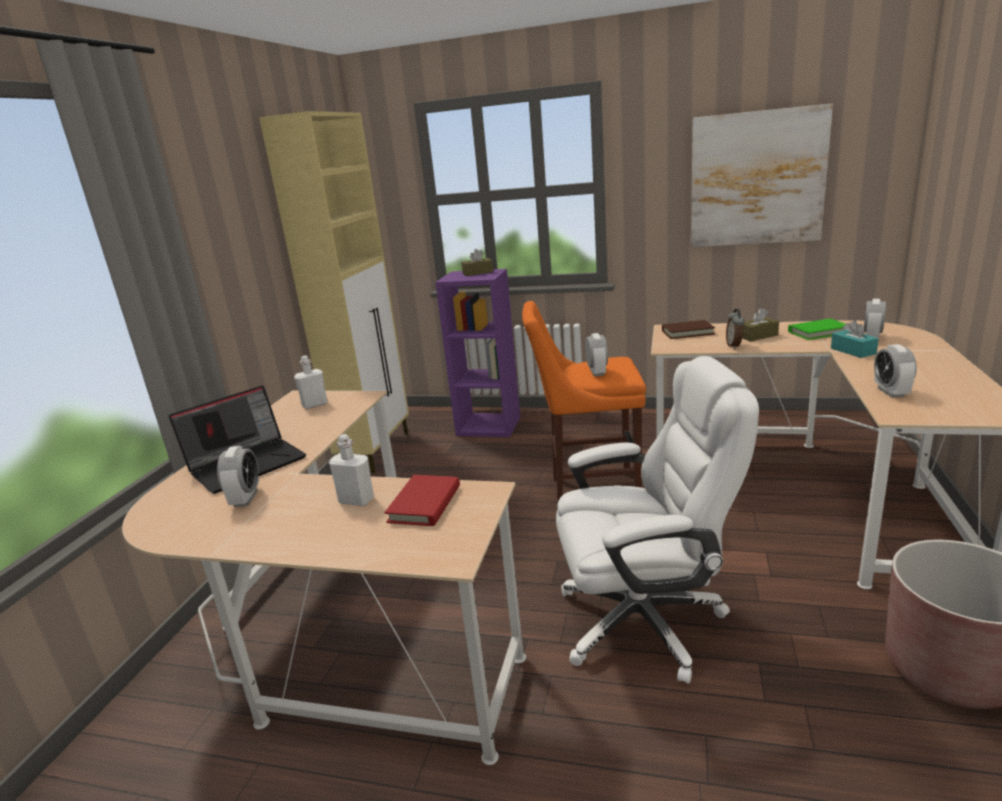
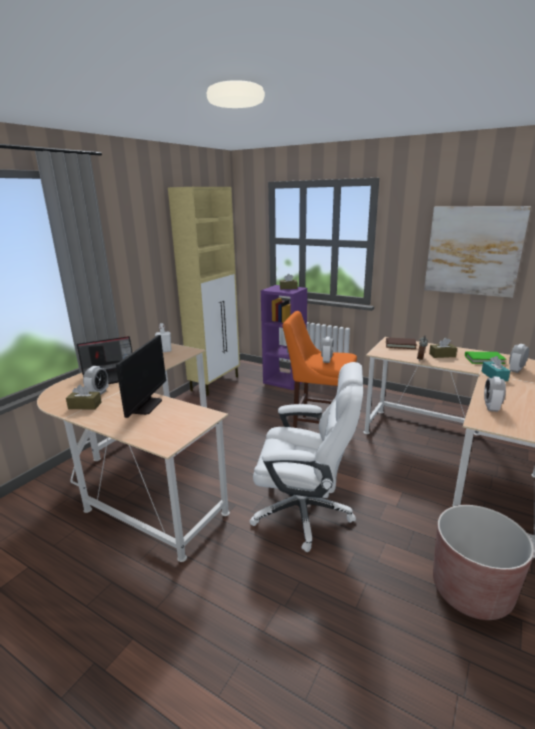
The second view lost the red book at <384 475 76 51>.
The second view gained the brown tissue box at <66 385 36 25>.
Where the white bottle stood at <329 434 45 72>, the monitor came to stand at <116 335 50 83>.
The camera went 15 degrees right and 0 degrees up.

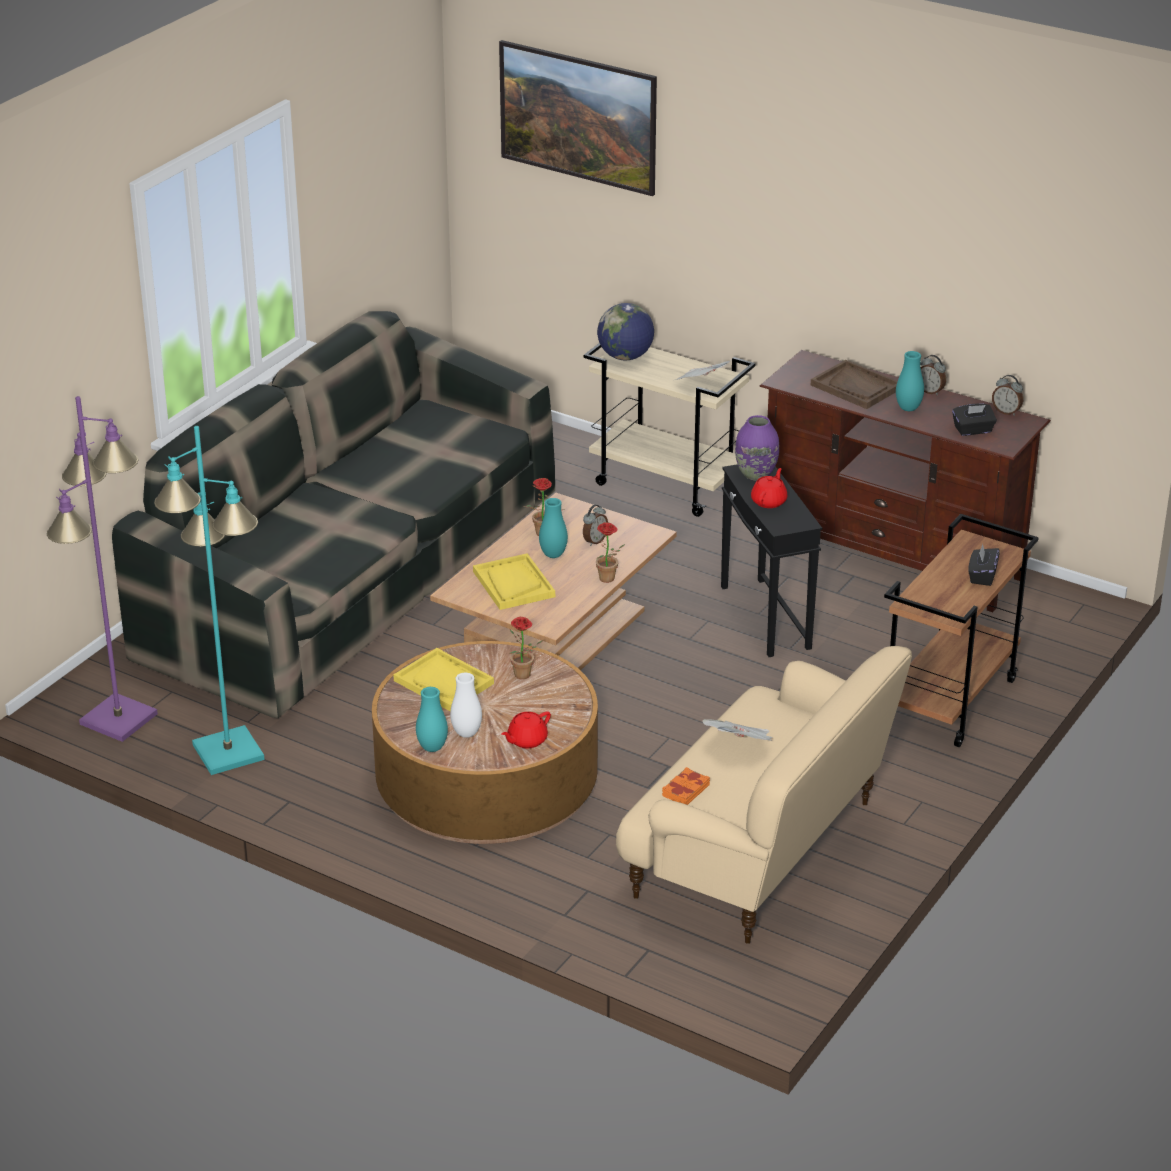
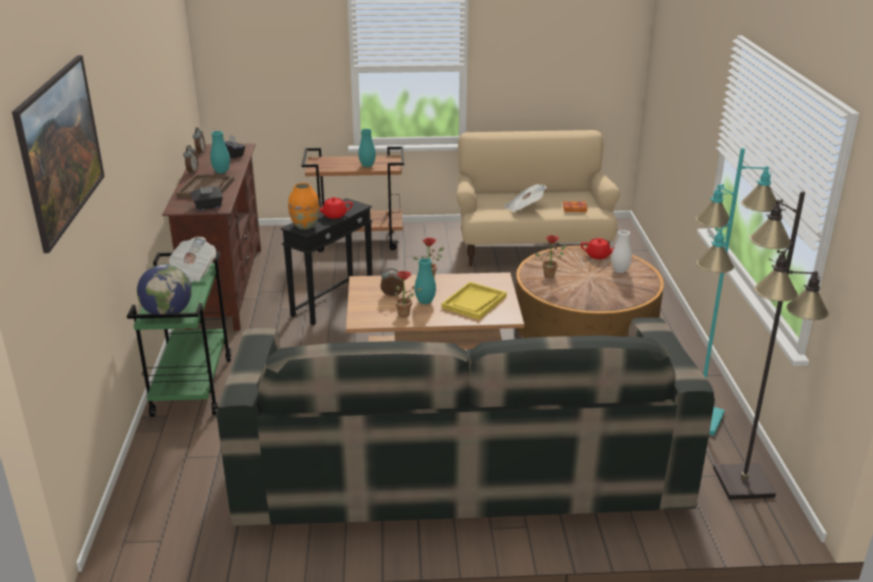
The second view lost the yellow tray at <393 648 101 63>.
The turquoise vase ended up elsewhere, having gone from <416 687 32 65> to <358 129 18 38>.
The black tissue box ended up elsewhere, having gone from <968 544 32 42> to <191 186 32 24>.
What was the purple floor lamp at <47 396 111 346> turned into the black floor lamp at <713 191 116 309>.
What was the beige cart at <584 343 172 174> turned into the green cart at <127 251 104 166>.
What was the purple vase at <735 415 44 65> turned into the orange vase at <288 183 32 47>.
The camera went 125 degrees left and 5 degrees down.

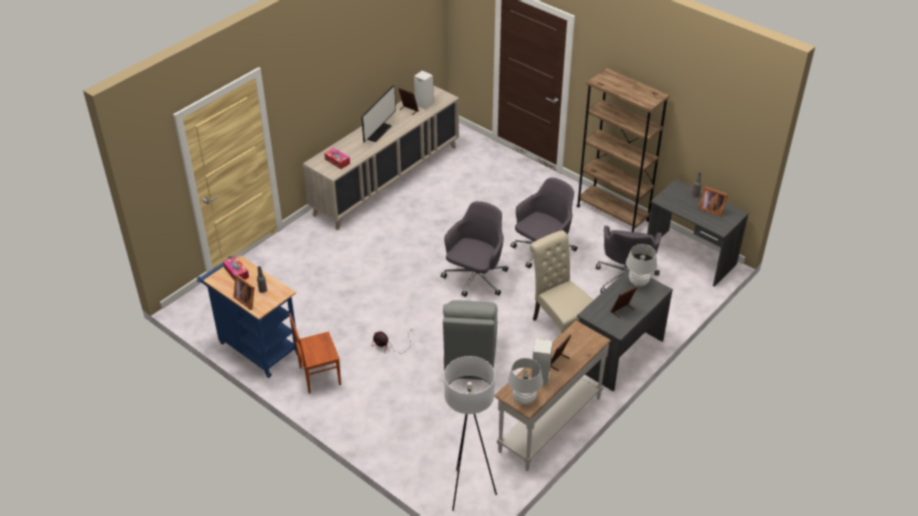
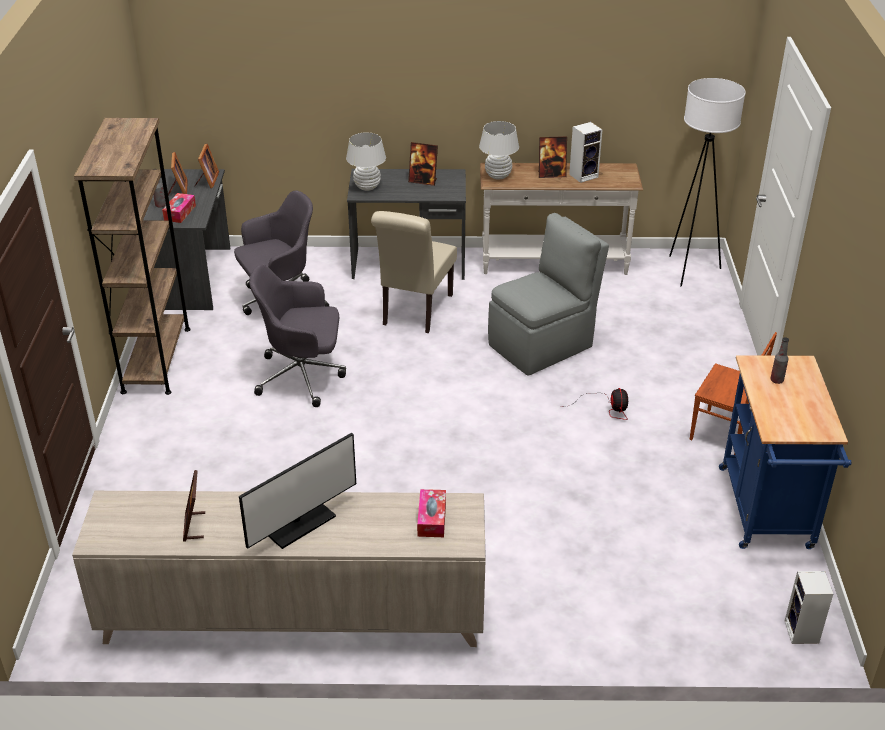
The second view lost the grey office chair at <441 201 67 96>.
The tissue box ended up elsewhere, having gone from <223 256 26 25> to <162 193 34 30>.
The picture frame ended up elsewhere, having gone from <233 274 22 36> to <194 144 25 44>.
The speaker ended up elsewhere, having gone from <414 70 20 40> to <785 571 48 73>.
The white table lamp ended up elsewhere, having gone from <508 358 35 47> to <479 121 40 59>.
The monitor at <361 85 35 58> ended up facing another way, 150 degrees clockwise from before.
The camera went 130 degrees left and 5 degrees down.

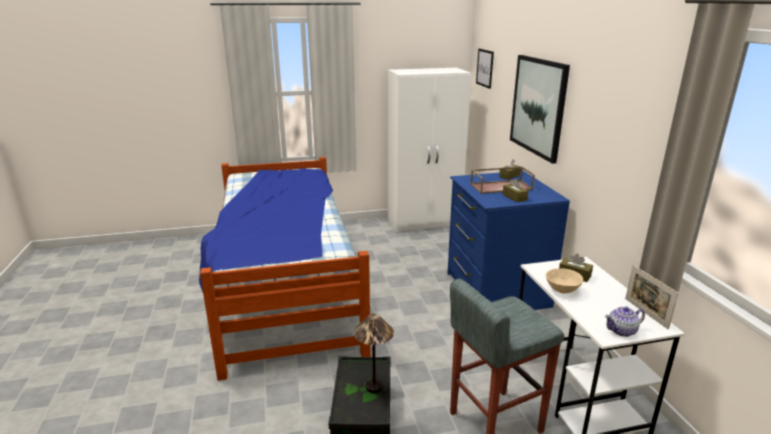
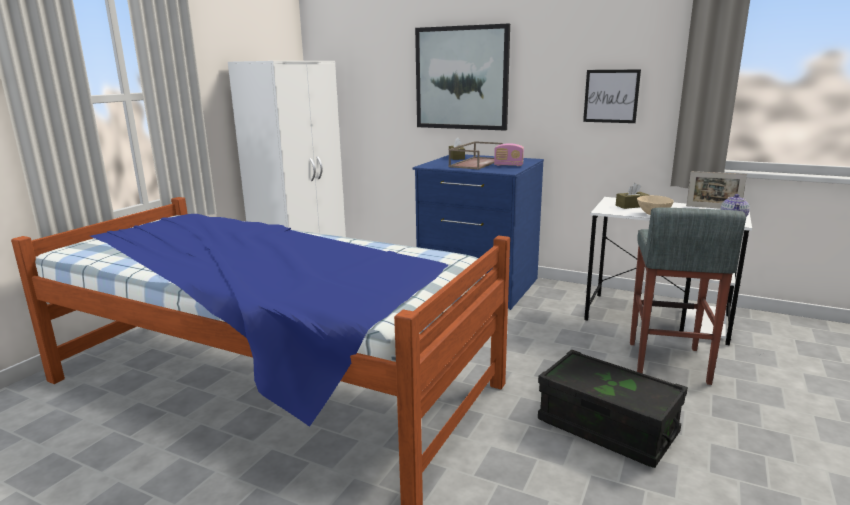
The second view lost the table lamp at <354 314 40 79>.
The picture ended up elsewhere, having gone from <476 49 18 40> to <583 69 58 54>.
Where the brown tissue box stood at <503 178 25 24>, the radio came to stand at <494 143 30 23>.
The camera went 50 degrees left and 5 degrees down.

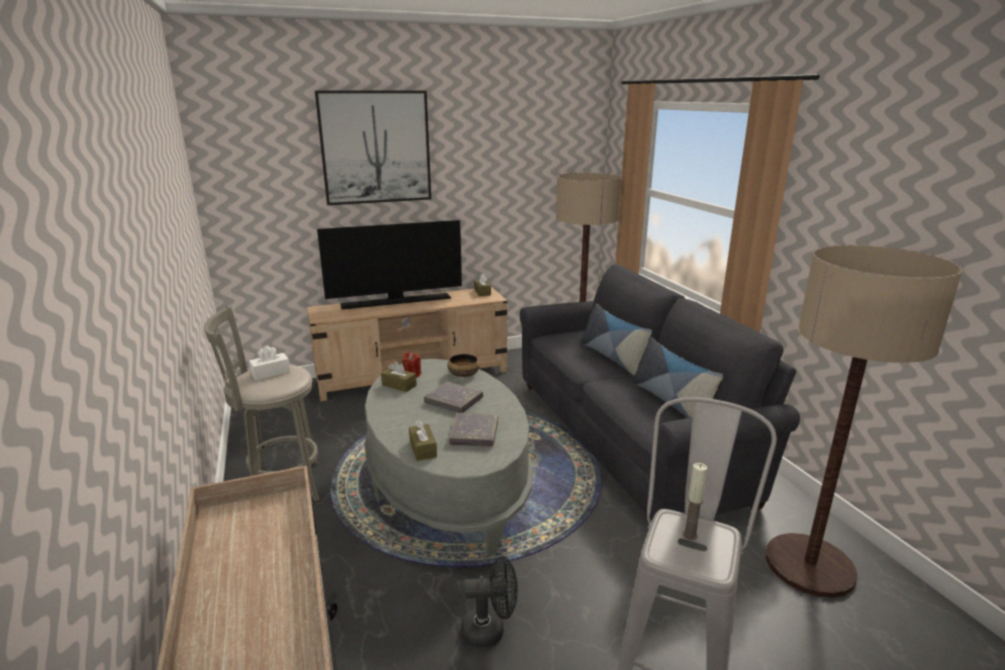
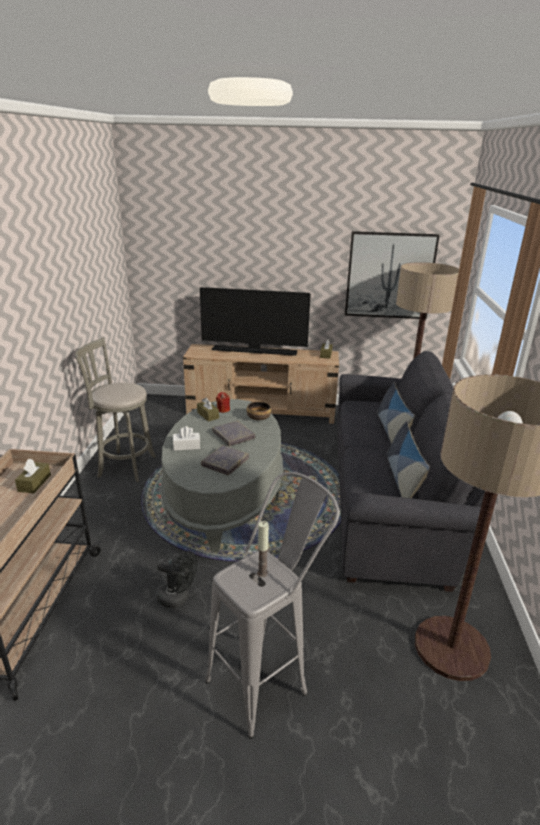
The white tissue box ended up elsewhere, having gone from <249 345 42 35> to <173 426 27 25>.
The picture ended up elsewhere, having gone from <315 90 116 115> to <345 231 95 88>.
The brown tissue box ended up elsewhere, having gone from <409 420 28 41> to <15 459 36 34>.
The camera went 25 degrees right and 5 degrees up.

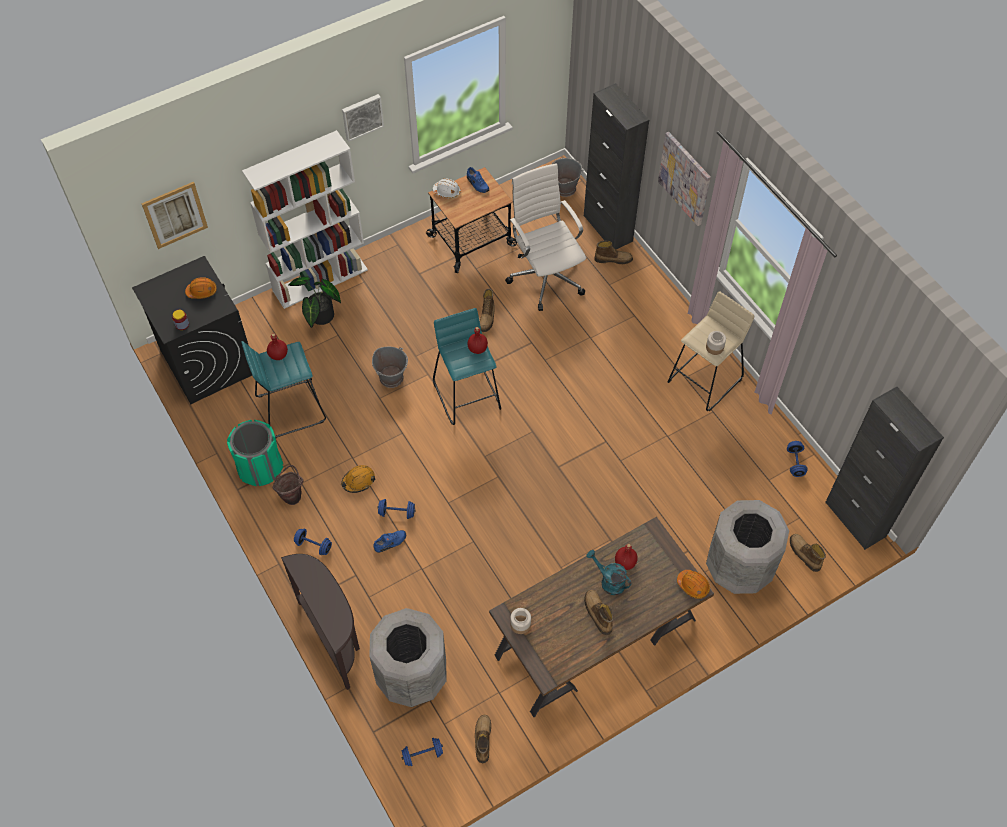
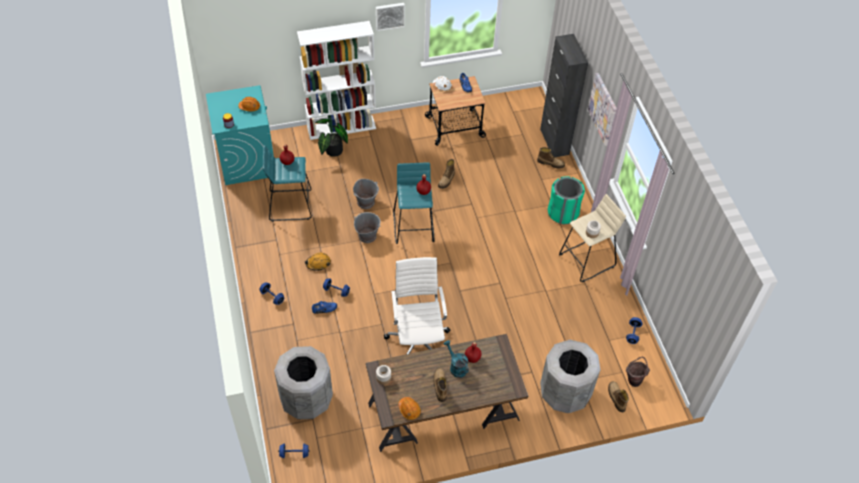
The second view lost the picture at <142 182 66 67>.
The second view lost the brown console table at <281 554 79 136>.
The second view lost the boot at <475 715 16 48>.
The second view lost the black cabinet at <825 387 119 163>.
The green trash can ended up elsewhere, having gone from <227 419 56 67> to <548 176 37 48>.
The brown bucket ended up elsewhere, having gone from <273 465 31 40> to <626 357 24 30>.
The white office chair ended up elsewhere, having gone from <505 163 81 148> to <384 257 67 97>.
The grey bucket ended up elsewhere, having gone from <552 158 32 39> to <354 212 27 31>.
The orange hard hat ended up elsewhere, having gone from <677 570 33 29> to <398 397 23 23>.
What was the black washing machine at <132 256 120 148> turned into the turquoise washing machine at <206 85 68 100>.
The camera went 15 degrees right and 5 degrees down.

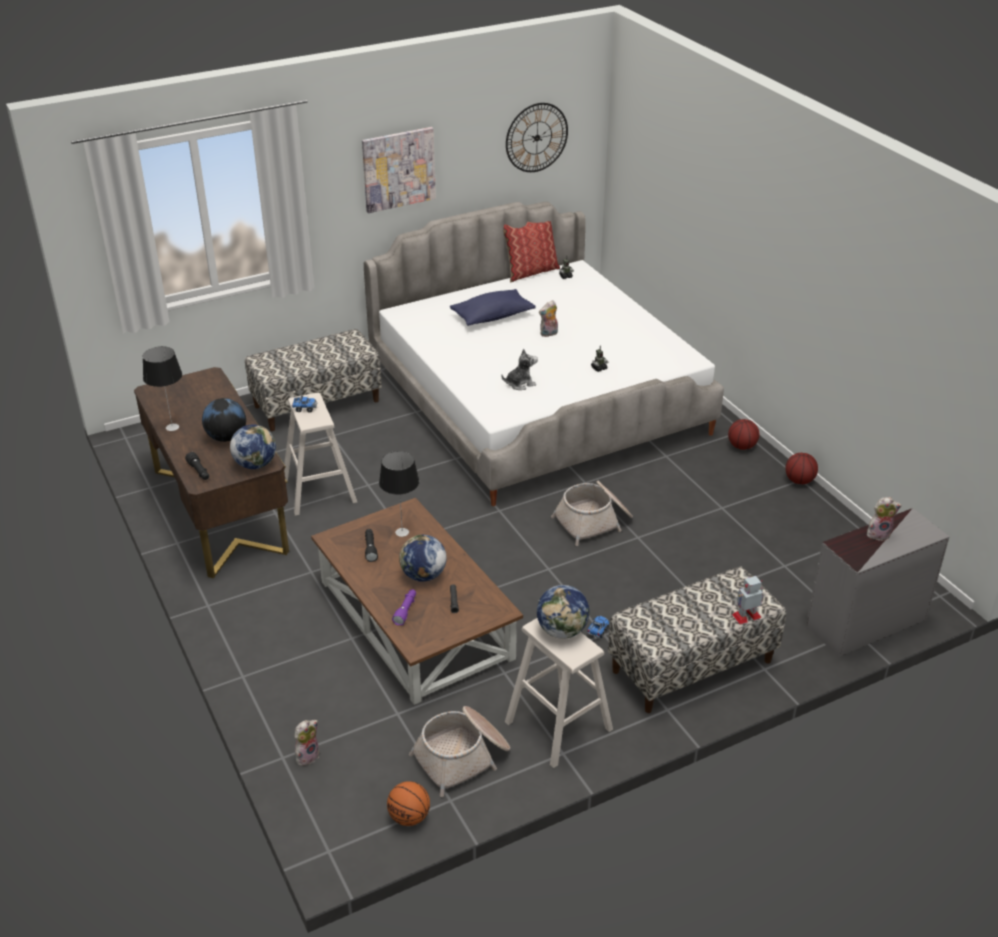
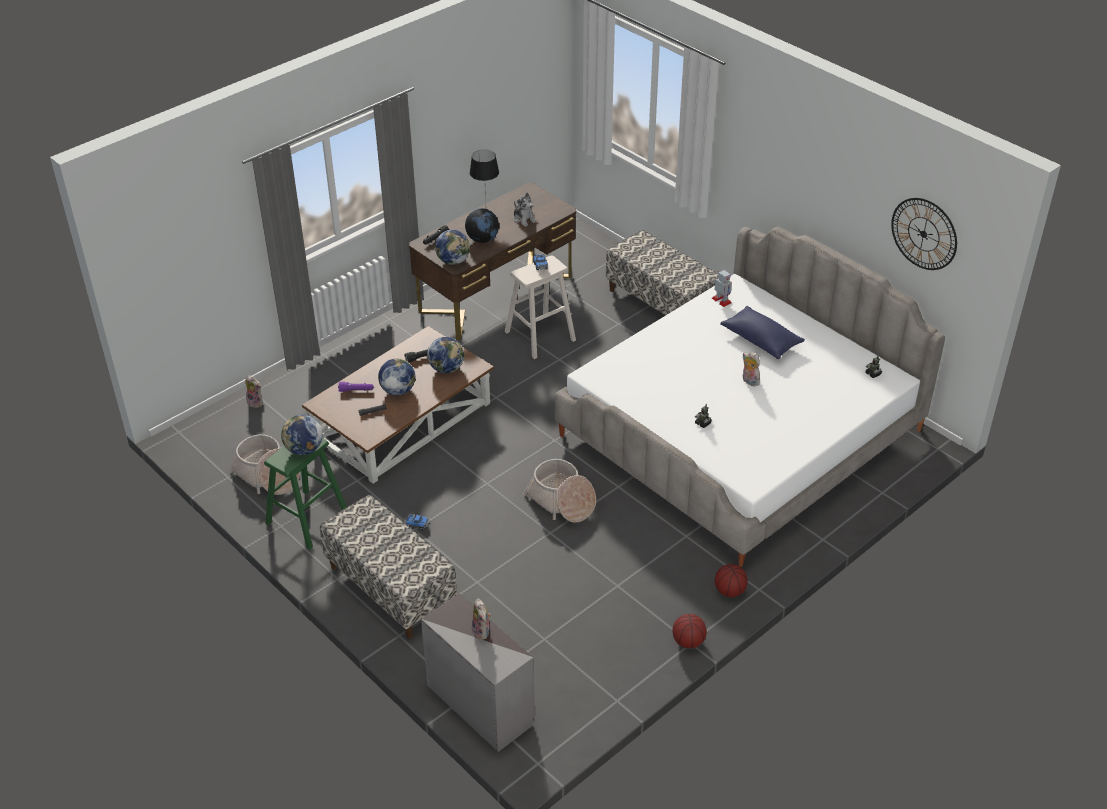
The second view lost the picture at <362 127 74 86>.
The second view lost the basketball at <387 781 43 45>.
The second view lost the pillow at <503 221 57 62>.
The plush toy ended up elsewhere, having gone from <501 349 37 41> to <514 192 23 35>.
The toy robot ended up elsewhere, having gone from <732 576 31 48> to <712 270 20 37>.
Where the table lamp stood at <379 451 40 86>, the globe came to stand at <427 337 37 36>.
What was the beige stool at <505 618 108 150> turned into the green stool at <264 438 83 112>.
The camera went 75 degrees right and 5 degrees up.

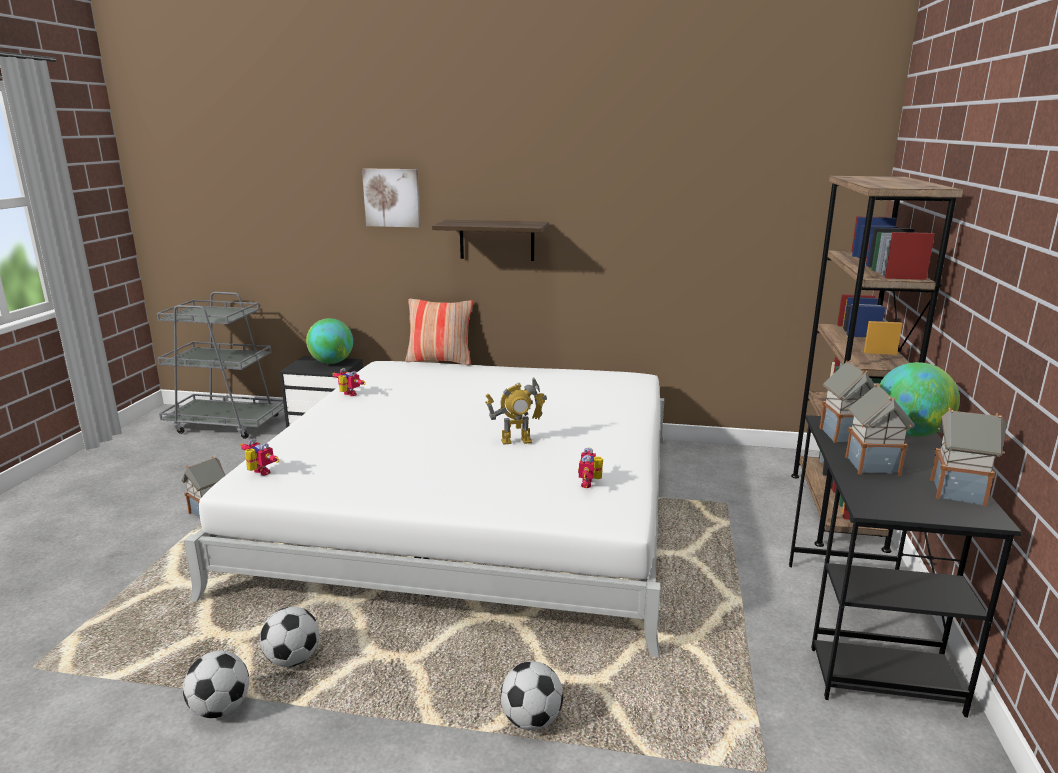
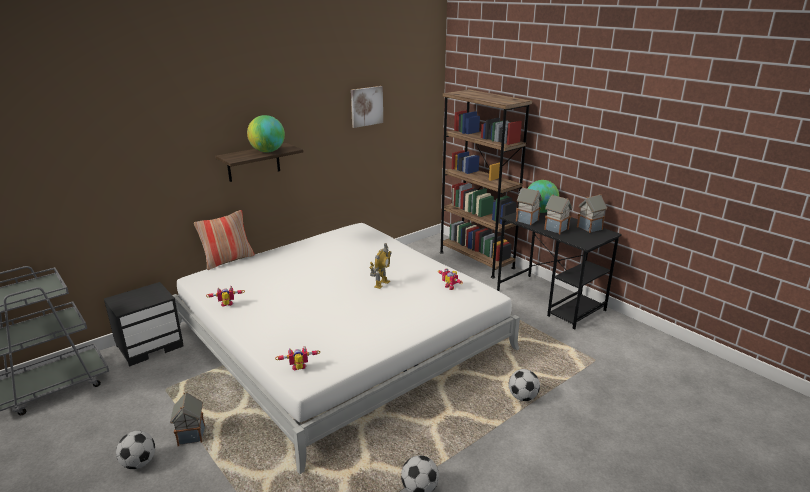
The football ended up elsewhere, having gone from <260 607 59 60> to <116 431 39 38>.
The globe ended up elsewhere, having gone from <306 318 47 46> to <247 115 38 37>.
The picture ended up elsewhere, having gone from <362 168 59 59> to <351 86 32 42>.
The camera went 50 degrees left and 5 degrees up.

